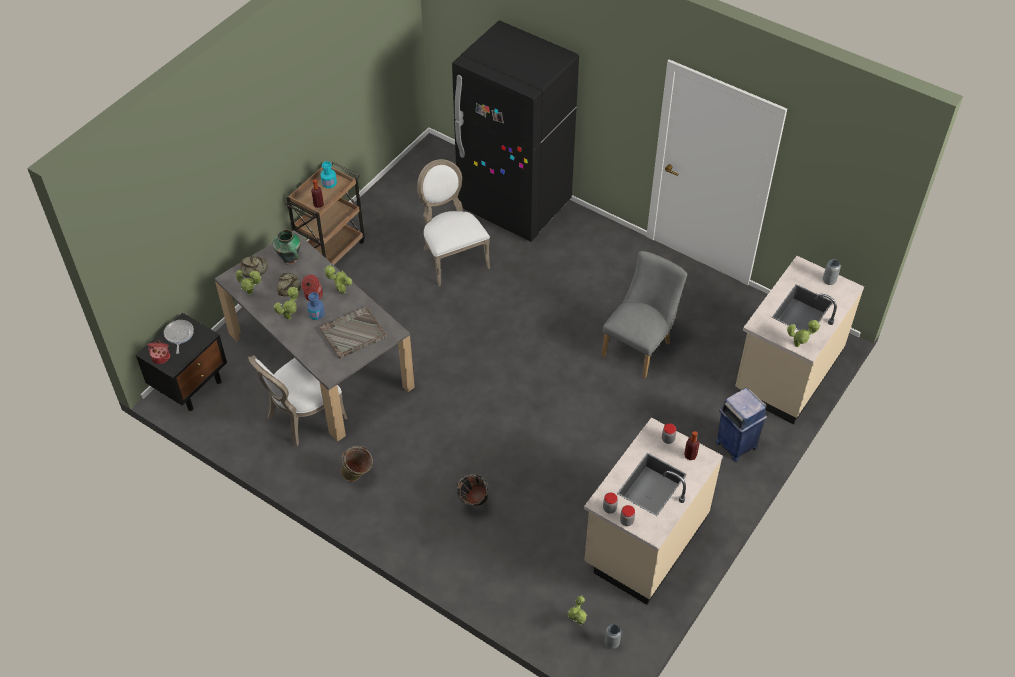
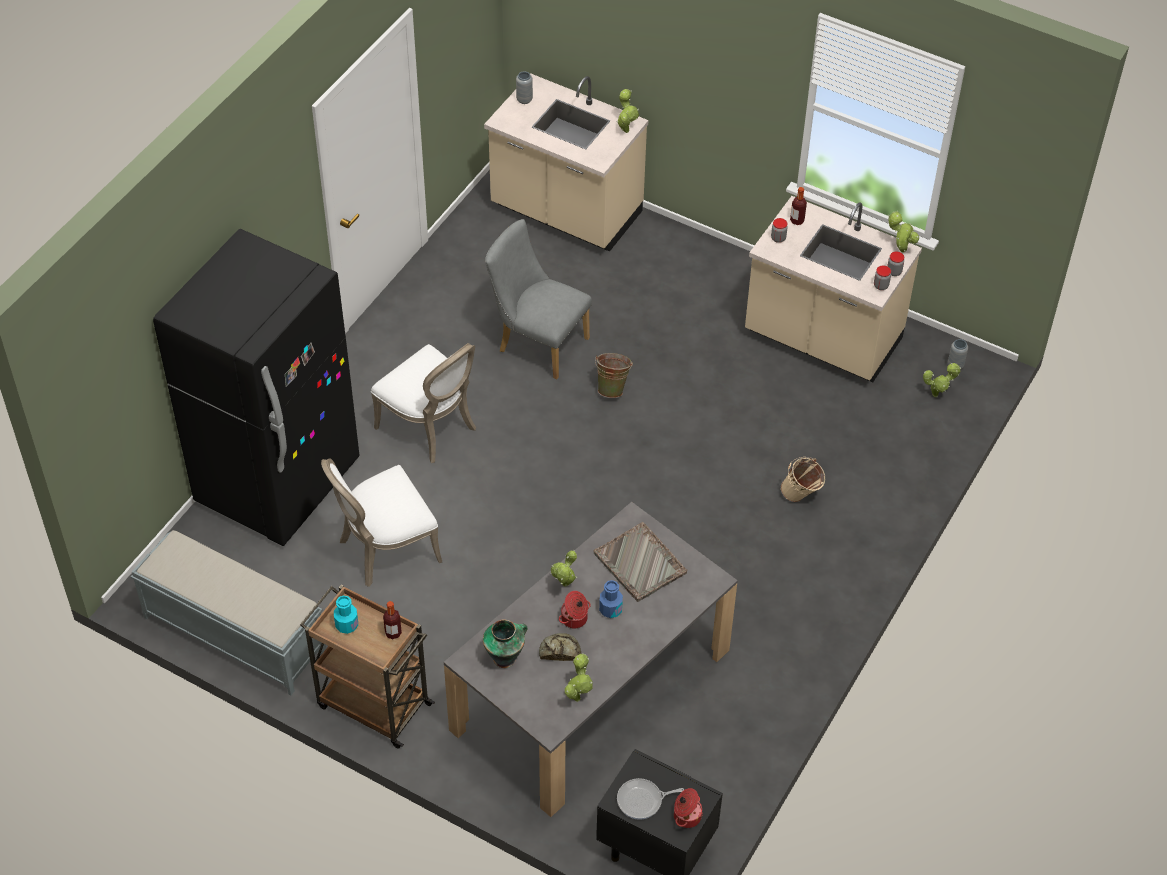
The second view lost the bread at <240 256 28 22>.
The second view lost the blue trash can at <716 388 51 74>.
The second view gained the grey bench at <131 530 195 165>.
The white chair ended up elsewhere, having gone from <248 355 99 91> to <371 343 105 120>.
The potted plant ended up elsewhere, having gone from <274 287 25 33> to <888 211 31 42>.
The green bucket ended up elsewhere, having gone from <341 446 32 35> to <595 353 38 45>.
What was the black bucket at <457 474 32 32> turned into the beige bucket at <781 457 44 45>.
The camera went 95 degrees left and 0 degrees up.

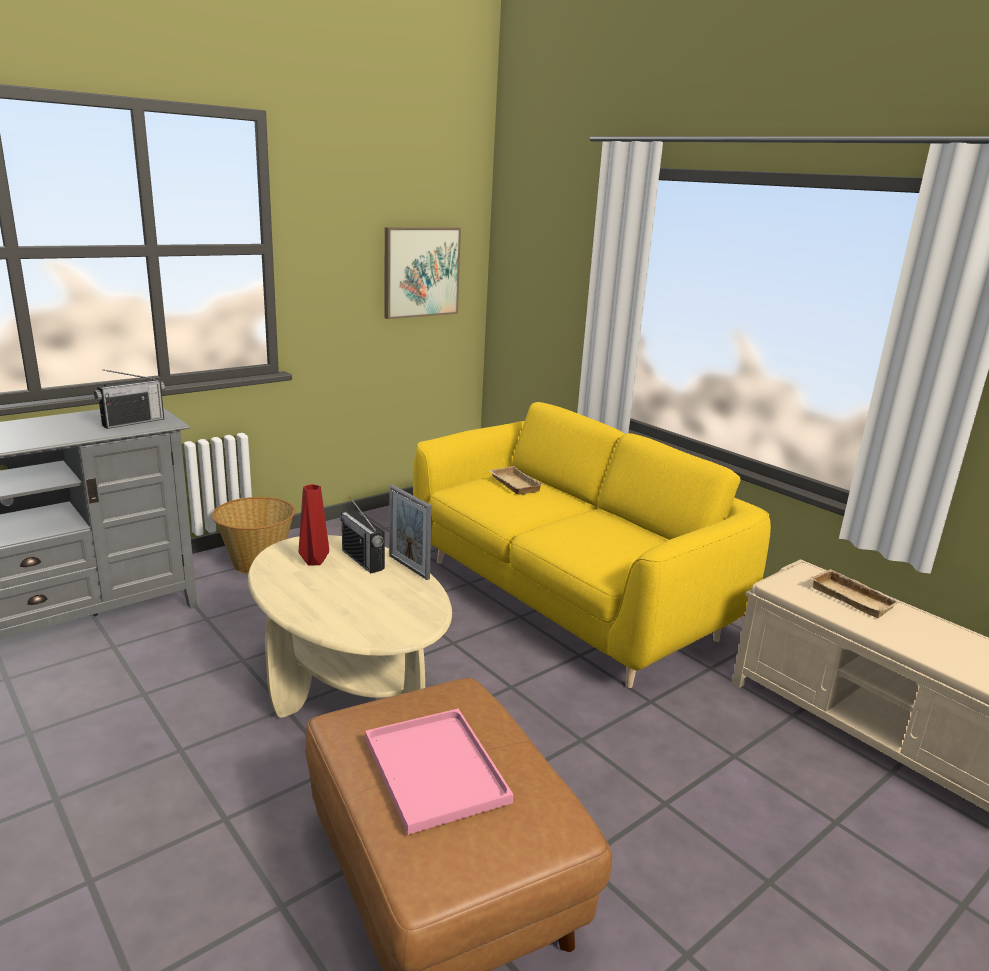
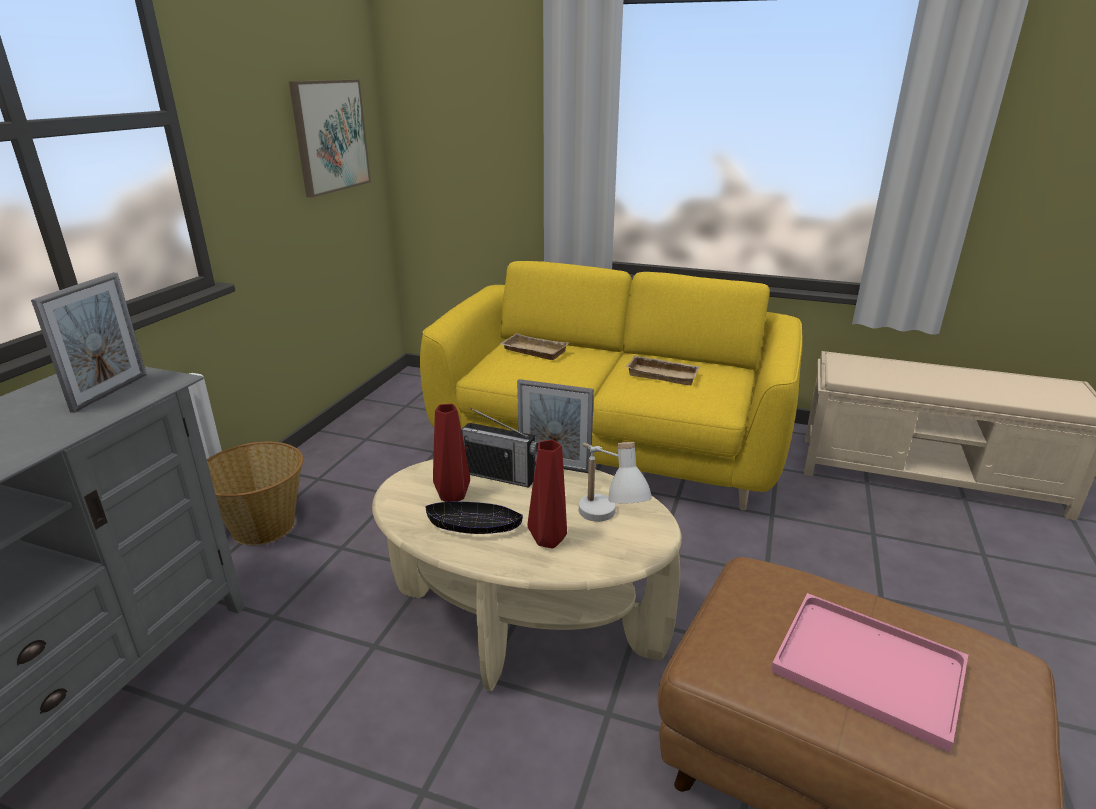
The second view gained the black bowl at <425 501 98 33>.
The second view gained the red vase at <528 440 39 108>.
The second view gained the white table lamp at <579 442 73 80>.
The beige tray ended up elsewhere, having gone from <810 569 91 49> to <626 355 74 30>.
Where the radio stood at <94 369 71 60>, the picture frame came to stand at <31 273 116 140>.
The camera went 30 degrees left and 5 degrees up.

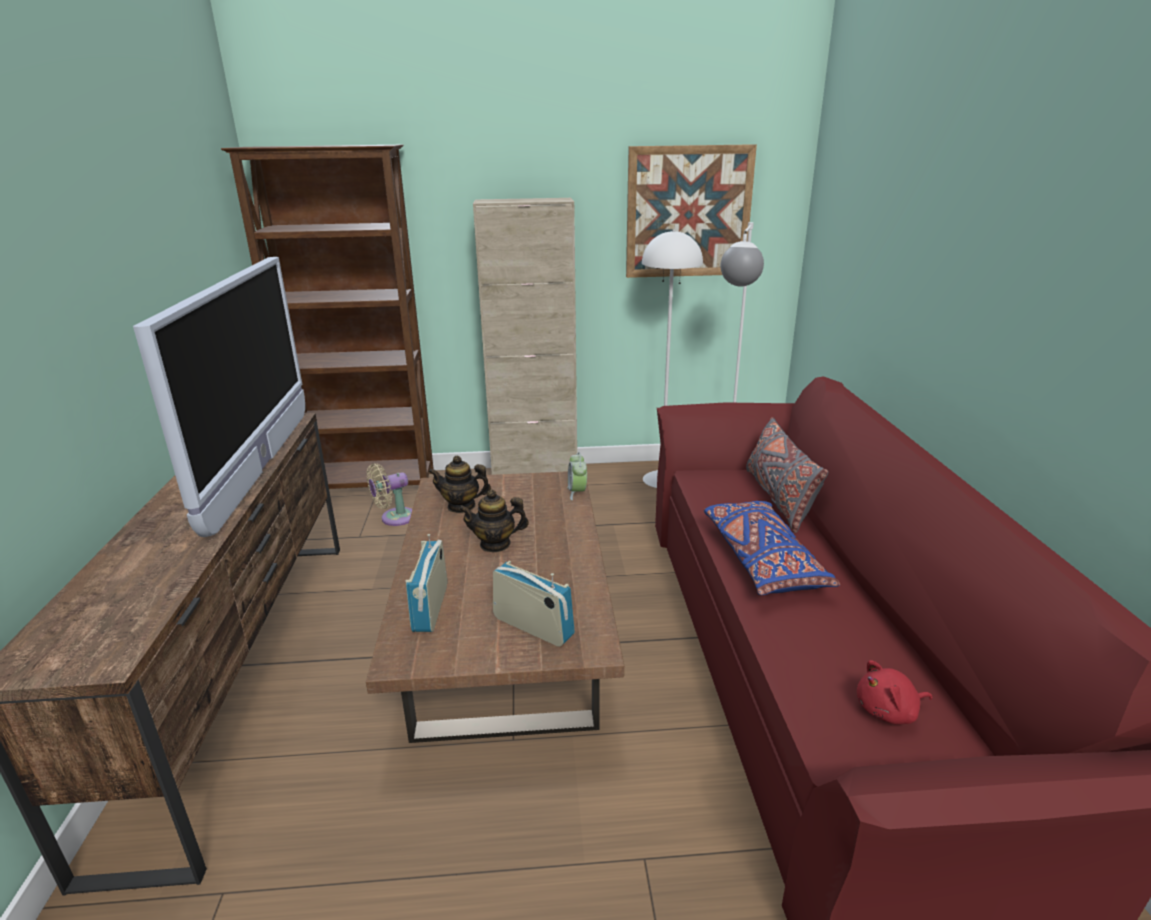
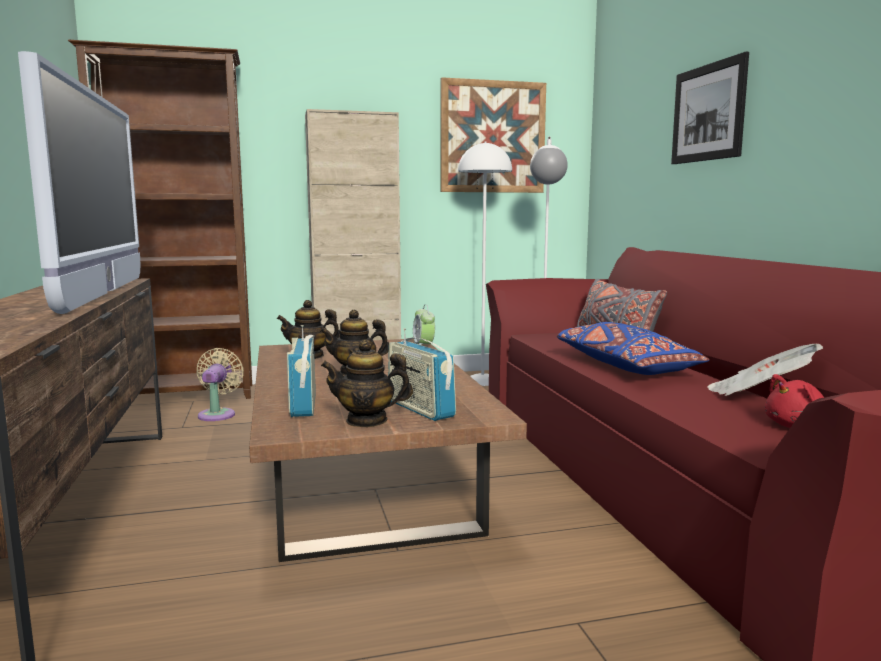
The second view gained the teapot at <321 340 92 87>.
The second view gained the picture at <671 52 78 112>.
The second view gained the newspaper at <707 344 116 52>.
The beige fan at <367 463 46 63> ended up facing another way, 135 degrees clockwise from before.
The radio at <493 561 82 85> ended up facing another way, 150 degrees counterclockwise from before.
The camera went 10 degrees left and 15 degrees down.

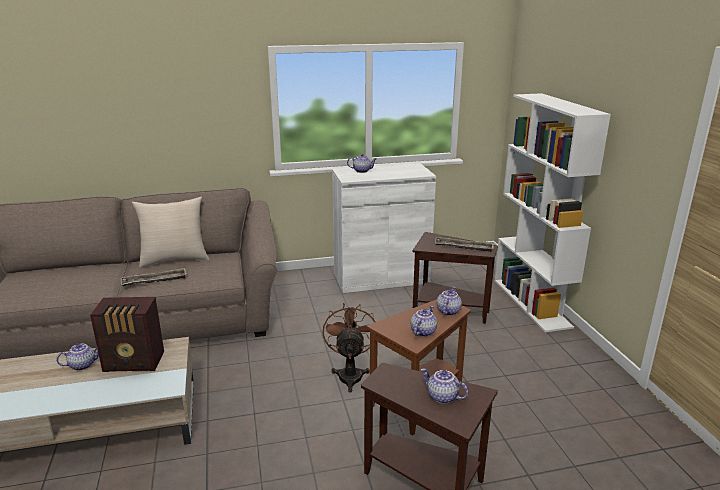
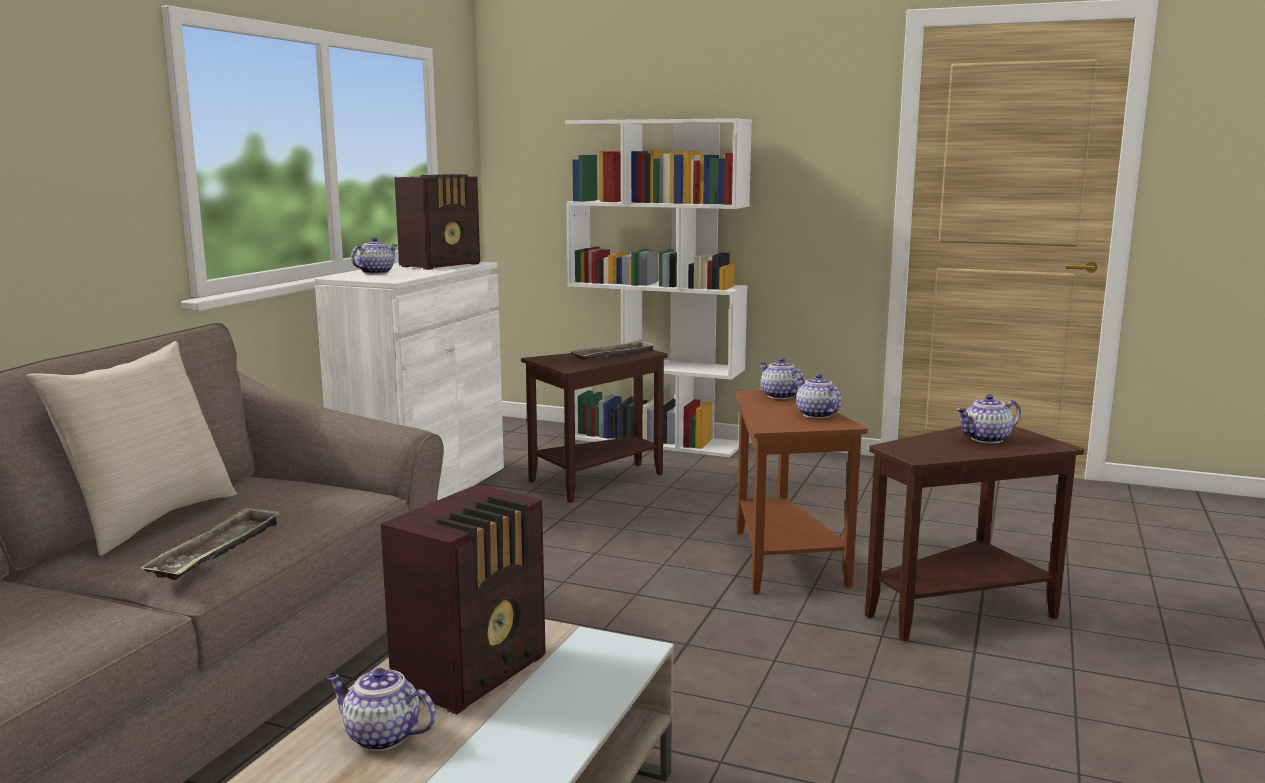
The second view lost the brown fan at <323 303 52 89>.
The second view gained the radio at <394 174 86 96>.
The teapot at <56 344 43 27> ended up facing another way, 75 degrees counterclockwise from before.
The camera went 55 degrees left and 10 degrees down.

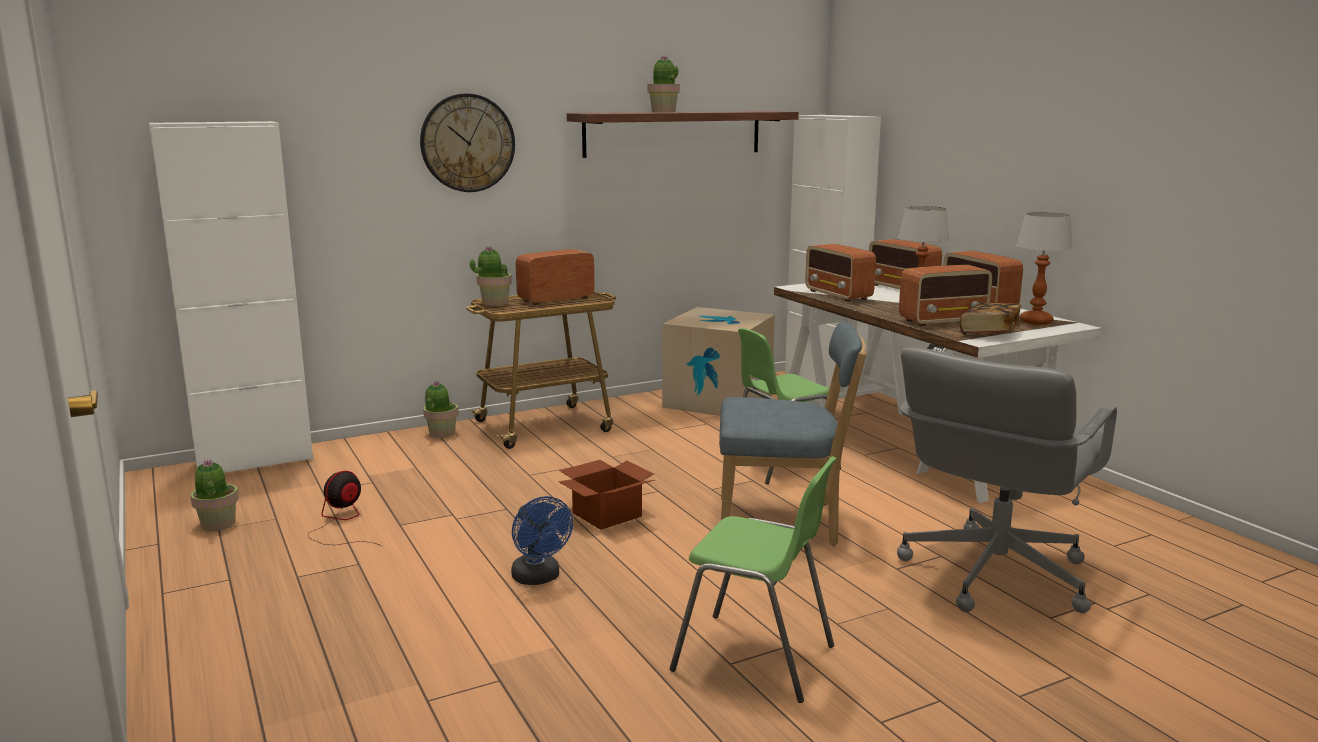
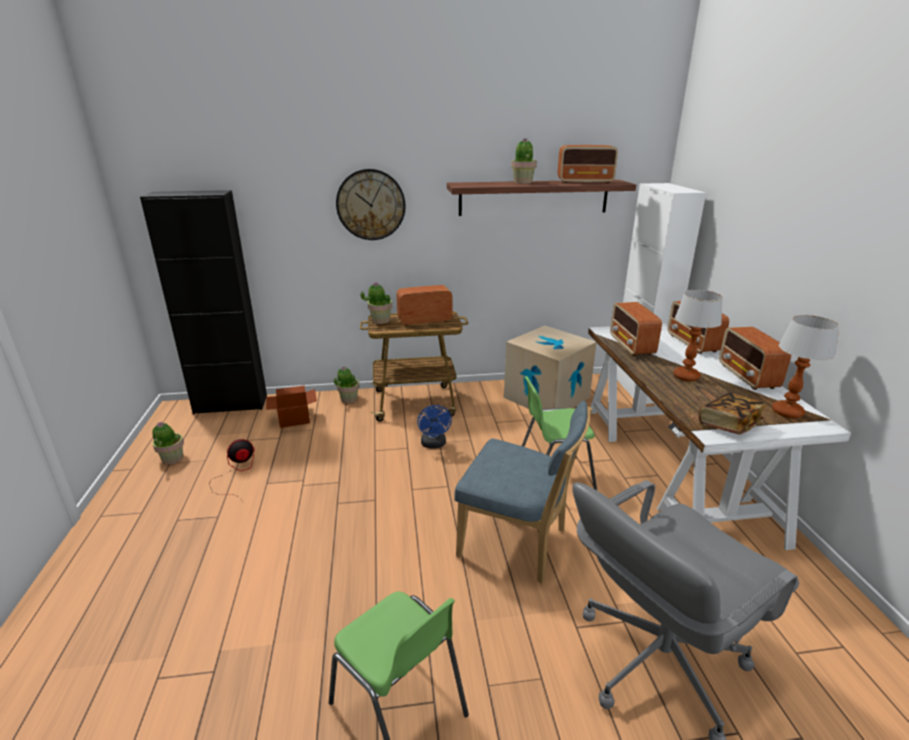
The blue fan ended up elsewhere, having gone from <511 496 62 89> to <417 405 35 44>.
The cardboard box ended up elsewhere, having gone from <558 460 96 70> to <266 385 51 43>.
The radio ended up elsewhere, having gone from <899 265 93 61> to <558 145 60 39>.
What was the white cabinet at <149 121 164 352> turned into the black cabinet at <140 190 127 224>.
The camera went 20 degrees right and 10 degrees up.

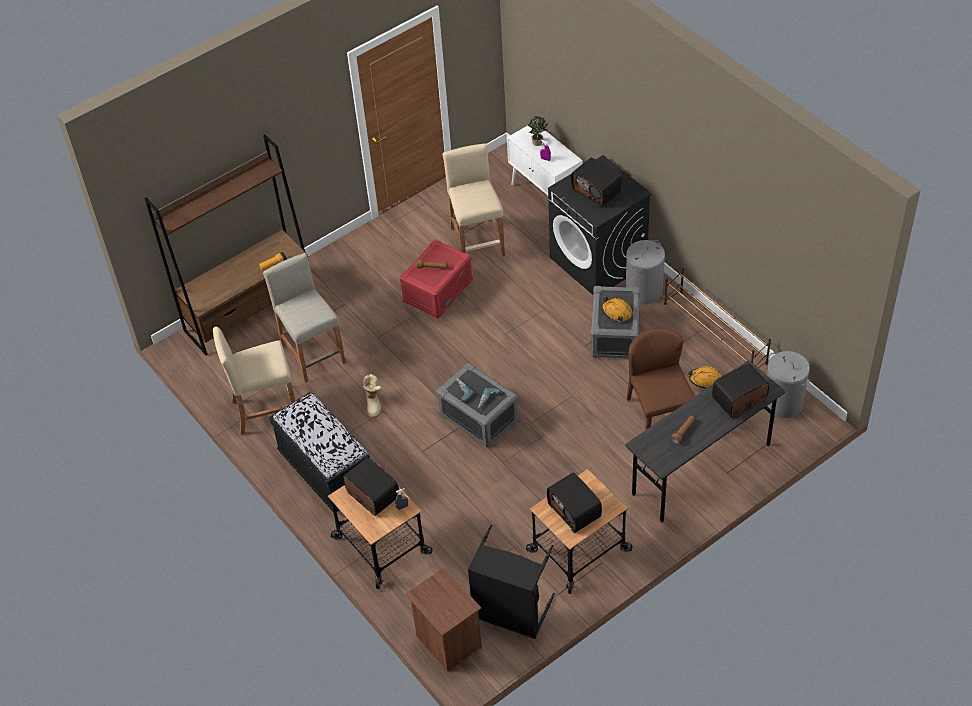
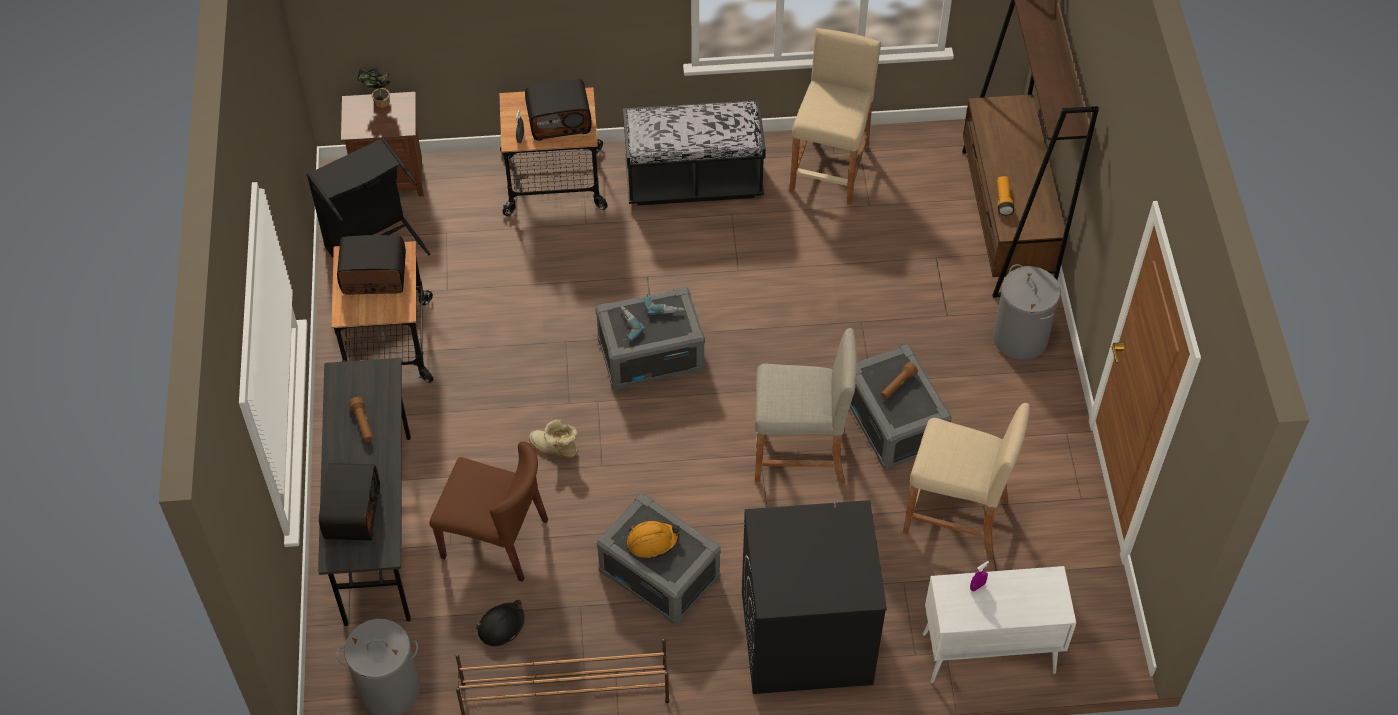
The second view lost the radio at <571 158 51 49>.
The beige stool ended up elsewhere, having gone from <263 253 83 130> to <755 328 102 156>.
The boot ended up elsewhere, having gone from <363 374 18 44> to <529 419 49 39>.
The potted plant ended up elsewhere, having gone from <528 116 20 30> to <357 67 35 41>.
The grey laundry basket ended up elsewhere, having gone from <626 240 39 64> to <993 264 68 96>.
What was the red storage box at <400 239 73 79> turned into the grey storage box at <850 344 102 126>.
What was the orange hard hat at <688 366 34 22> turned into the black hard hat at <476 600 49 46>.
The camera went 120 degrees right and 5 degrees up.

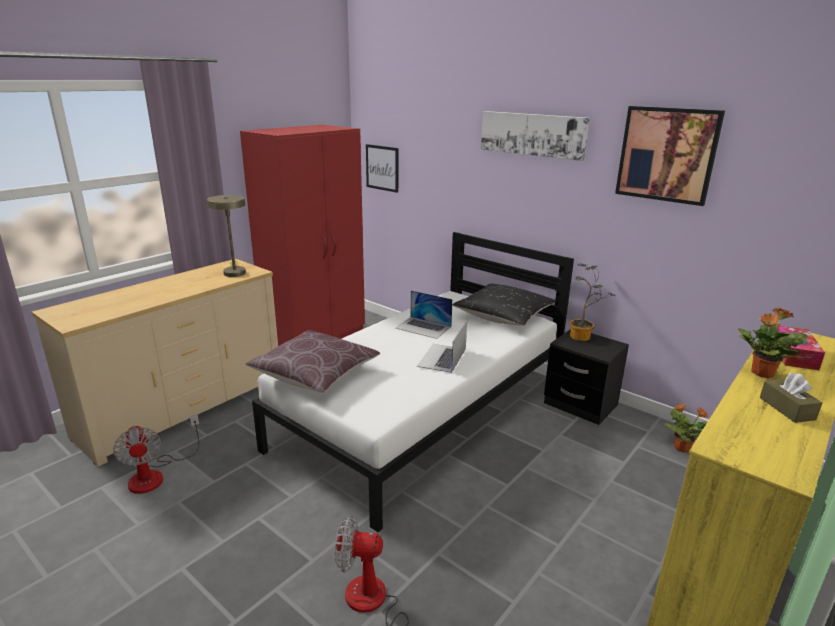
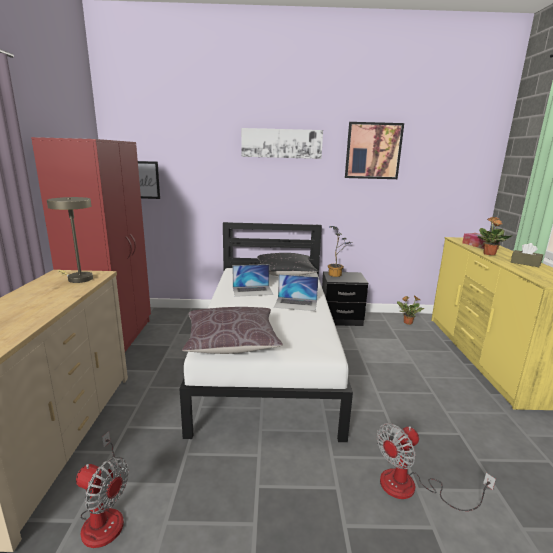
The laptop at <417 320 50 53> ended up facing another way, 60 degrees counterclockwise from before.
The camera went 40 degrees left and 5 degrees down.

